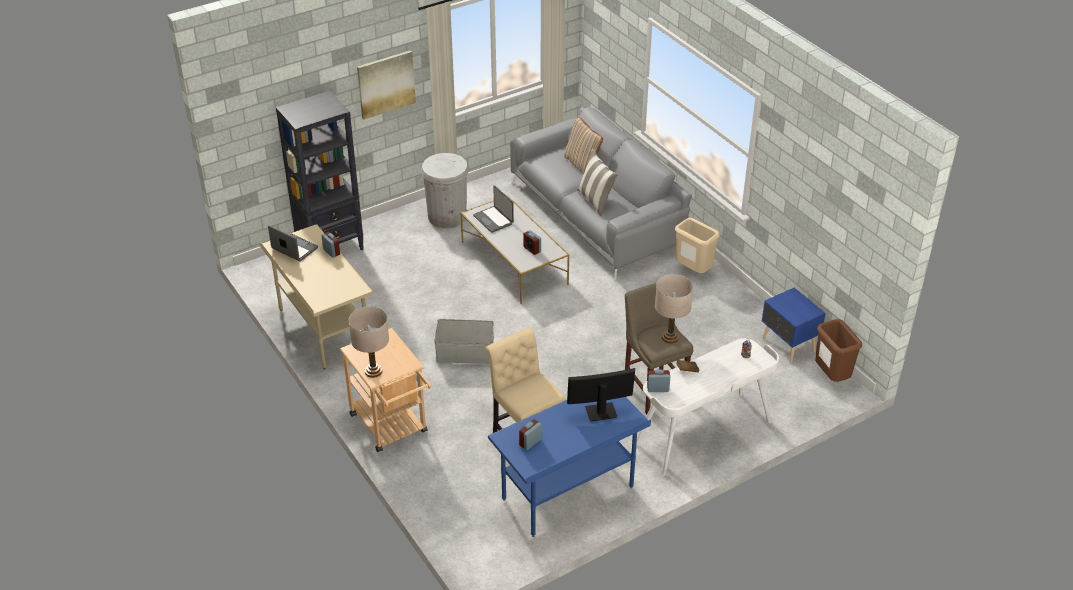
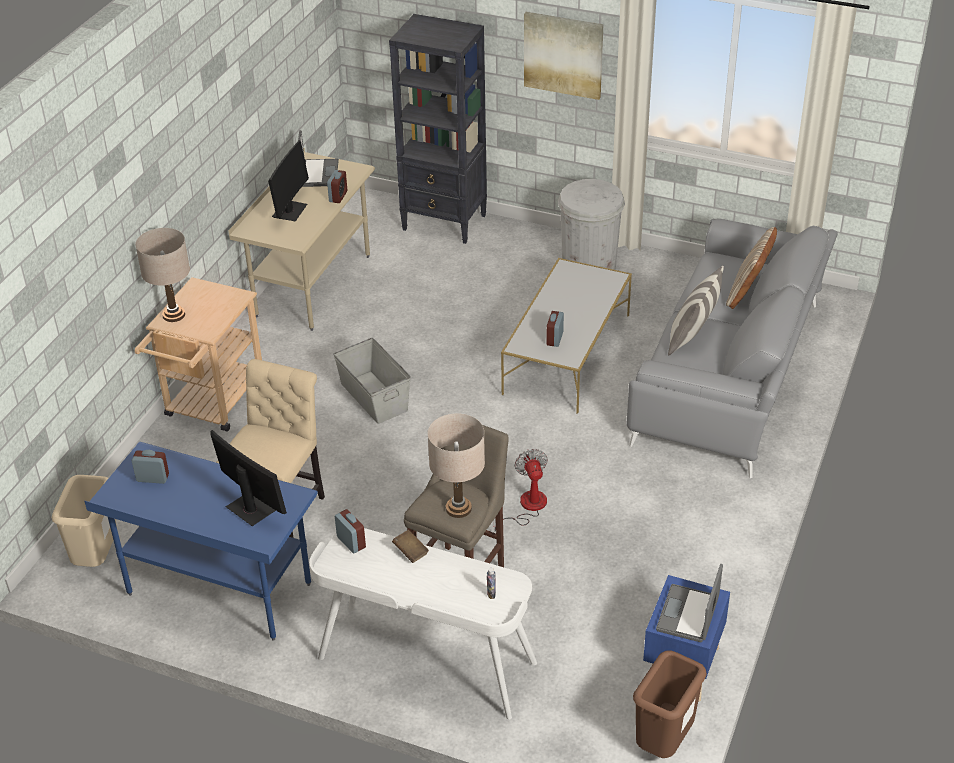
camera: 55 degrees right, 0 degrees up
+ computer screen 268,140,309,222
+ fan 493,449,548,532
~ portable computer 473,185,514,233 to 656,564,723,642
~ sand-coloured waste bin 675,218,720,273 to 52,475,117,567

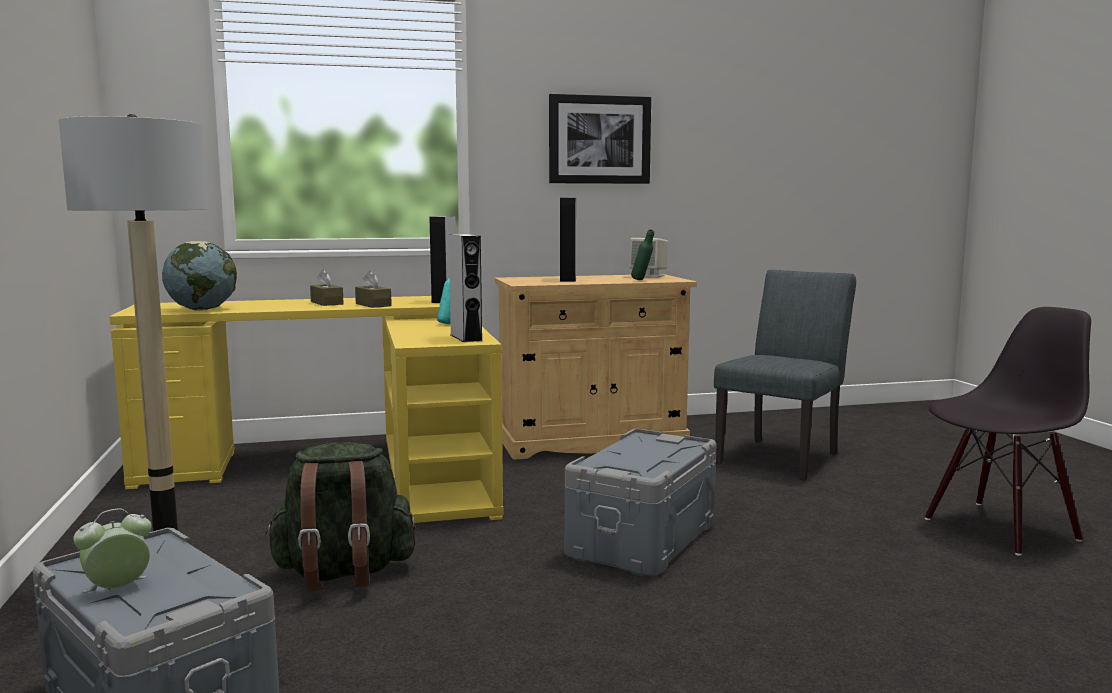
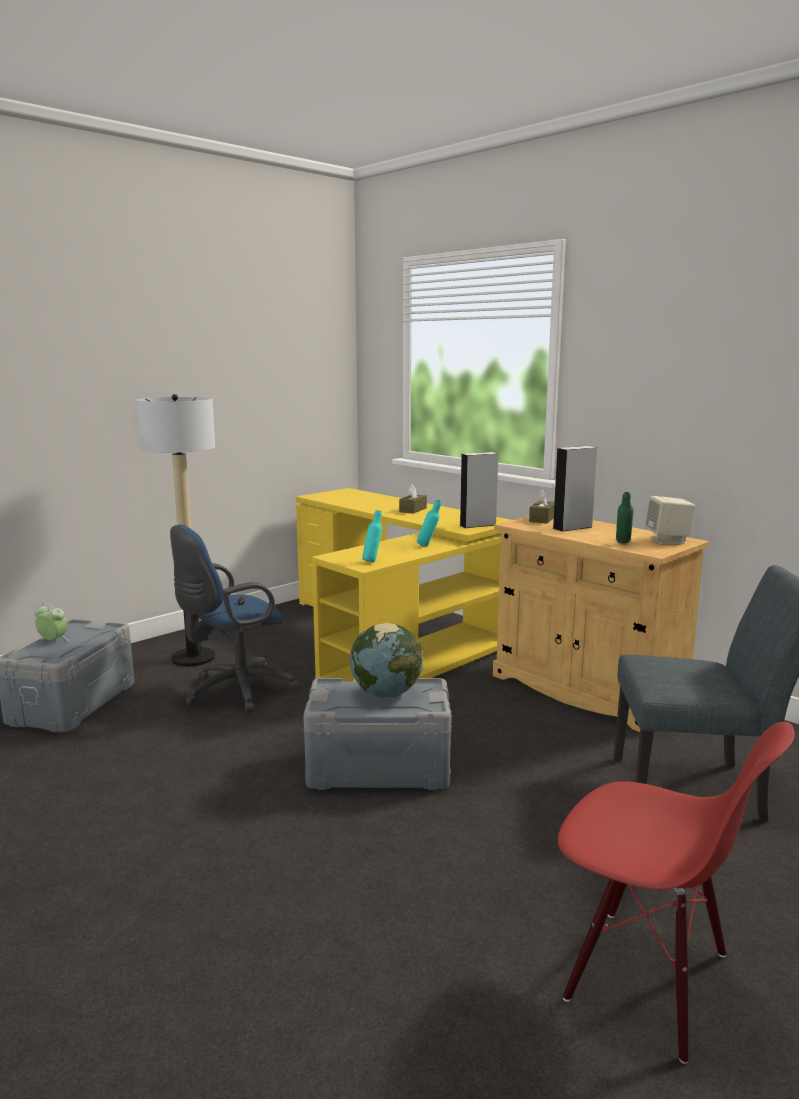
camera: 60 degrees right, 5 degrees up
- picture 549,94,651,184
~ desk globe 162,241,237,311 to 350,623,423,697
~ brown-coloured tissue box 355,271,392,308 to 529,490,555,524
~ greenish rucksack 265,442,416,591 to blue computer chair 170,525,299,713
~ gray audio speaker 449,234,482,342 to turquoise-coloured beverage bottle 362,510,382,562
~ black plain chair 925,307,1091,556 to red-coloured plain chair 558,722,795,1064

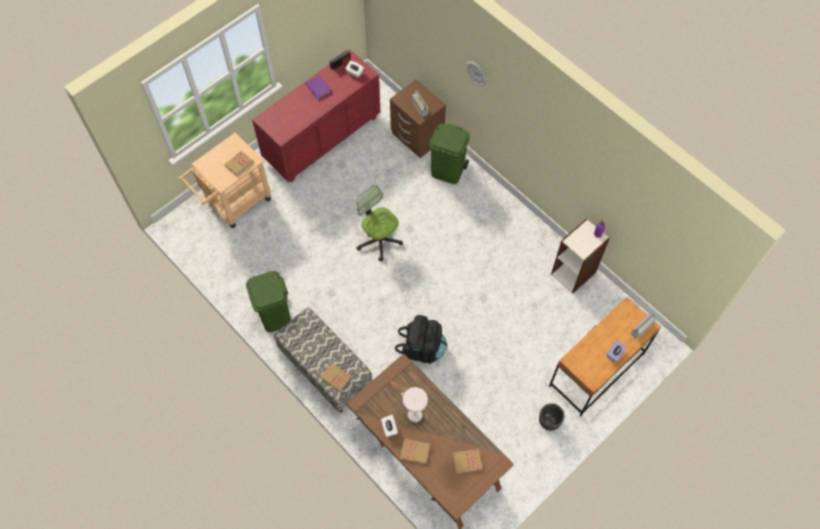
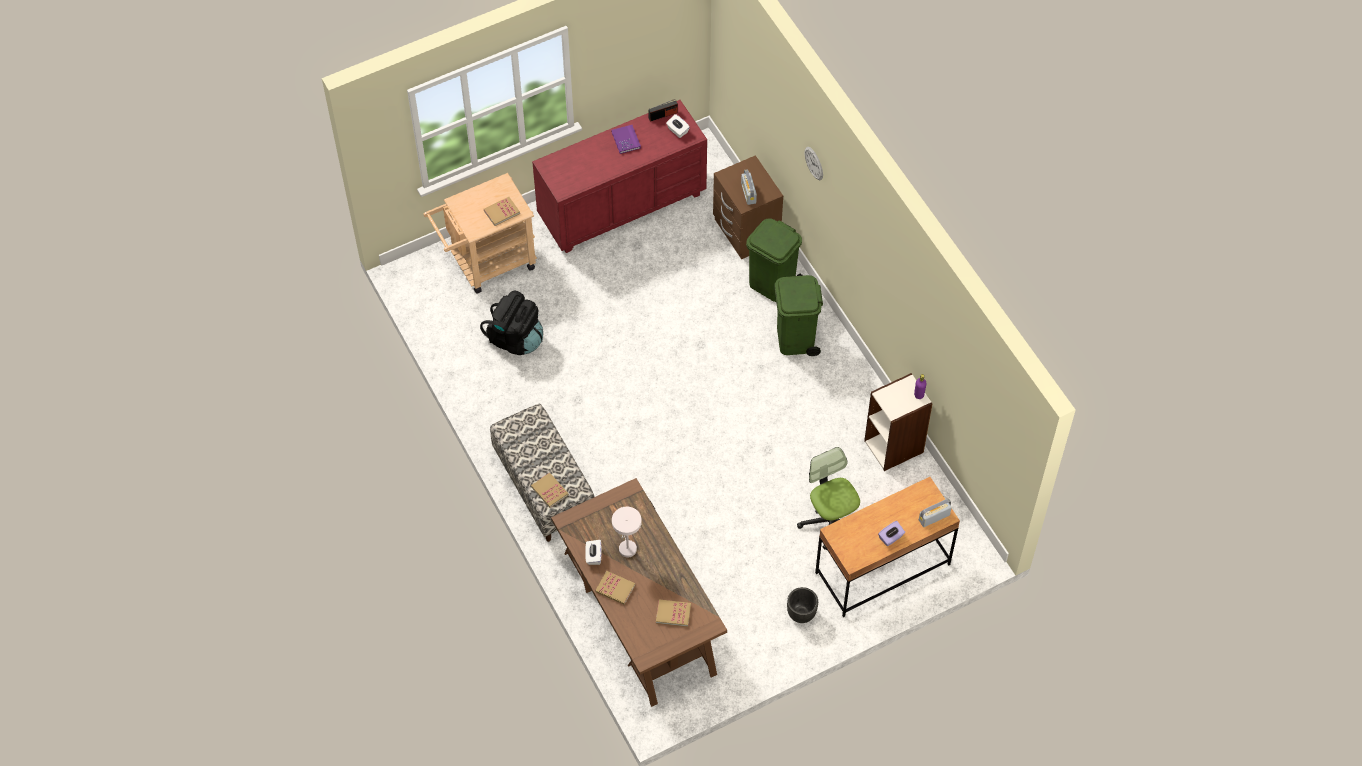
camera: 15 degrees right, 5 degrees down
~ greenish waste bin 246,271,291,332 to 774,275,823,356
~ computer chair 356,185,403,261 to 797,447,860,550
~ black rucksack 395,315,447,364 to 480,291,543,355

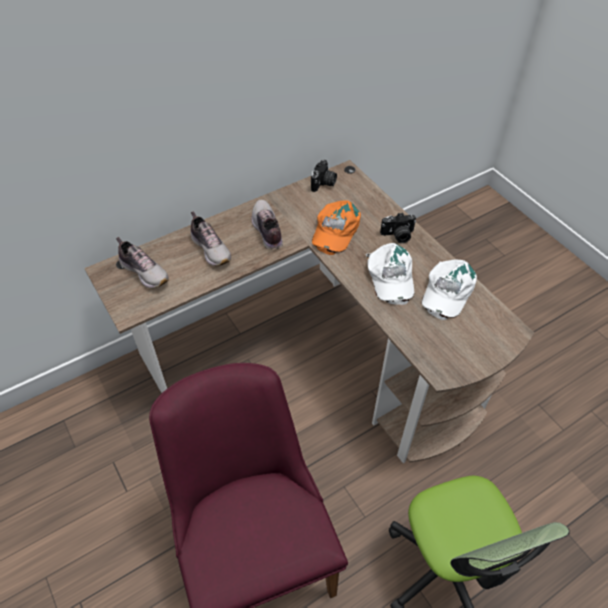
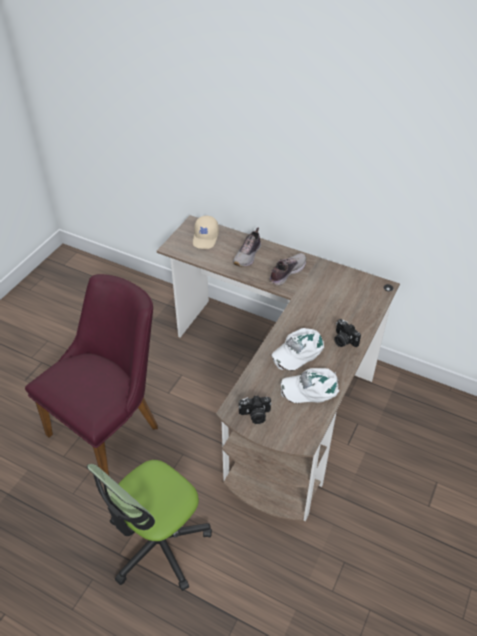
camera: 60 degrees right, 5 degrees down
- orangey cap 312,200,361,255
~ photo camera 311,160,337,192 to 239,396,272,424
~ shoe 116,237,169,289 to sand-coloured cap 193,216,219,249

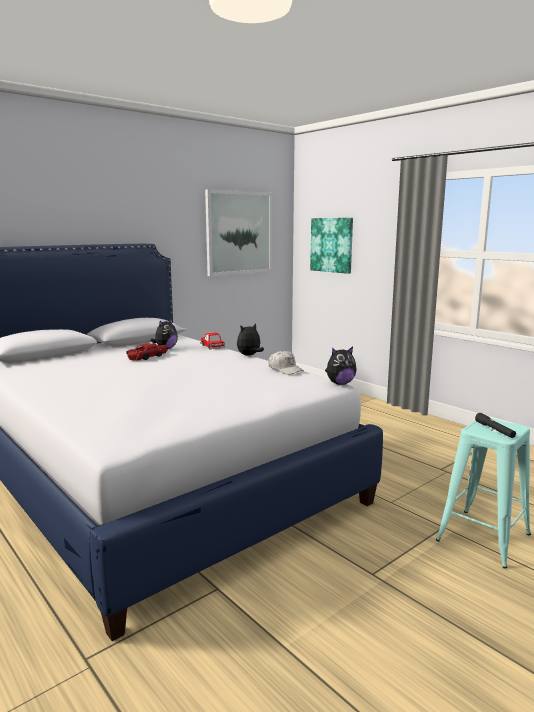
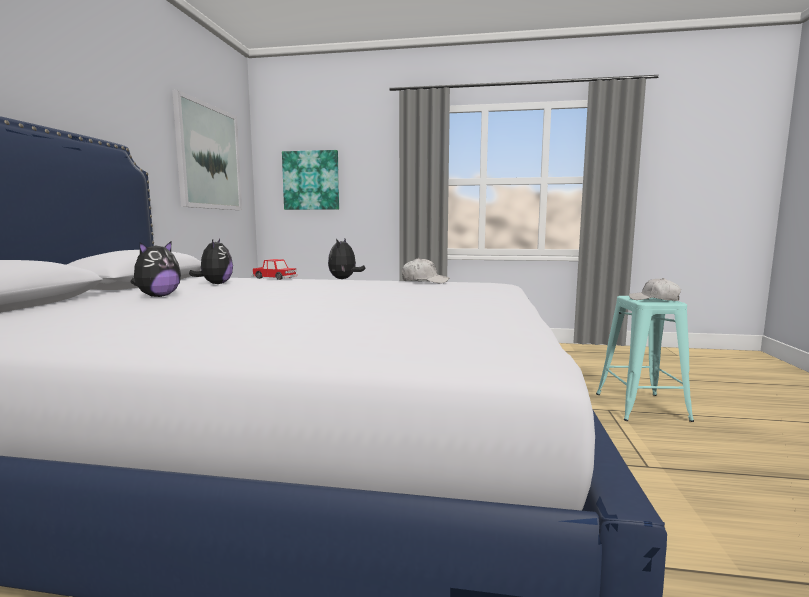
camera: 40 degrees left, 5 degrees down
- red-coloured toy car 126,343,168,361
~ soft toy 325,346,357,385 to 130,242,181,297
~ black flashlight 475,413,516,438 to white-coloured cap 629,278,681,301

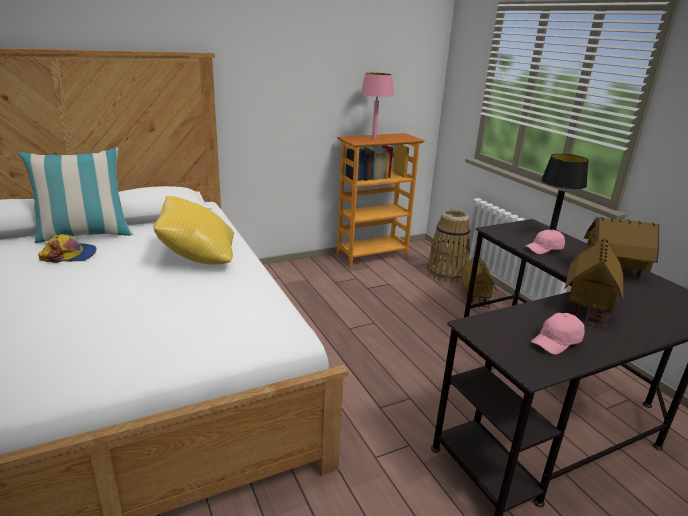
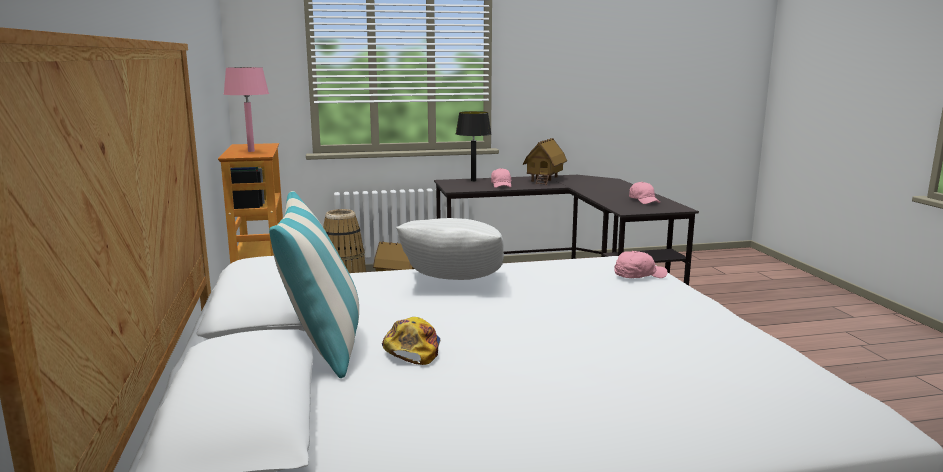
camera: 75 degrees left, 10 degrees down
- toy house 565,239,623,330
+ pinkish cap 614,251,668,278
~ yellow pillow 153,196,234,265 to white-coloured pillow 396,218,504,280

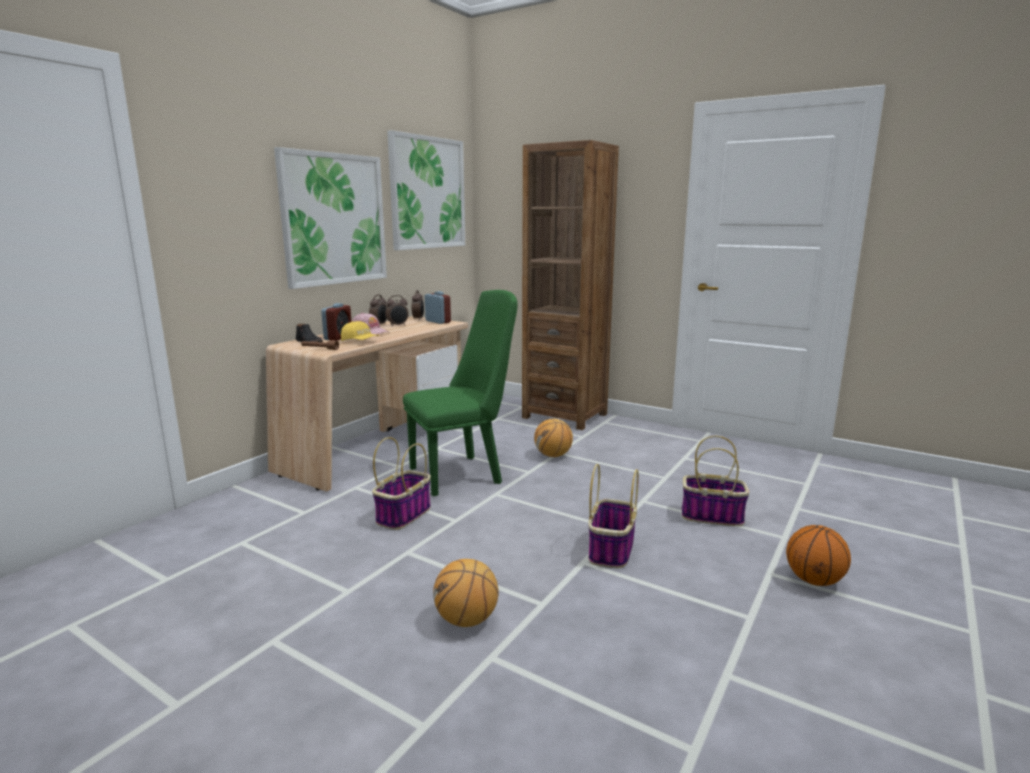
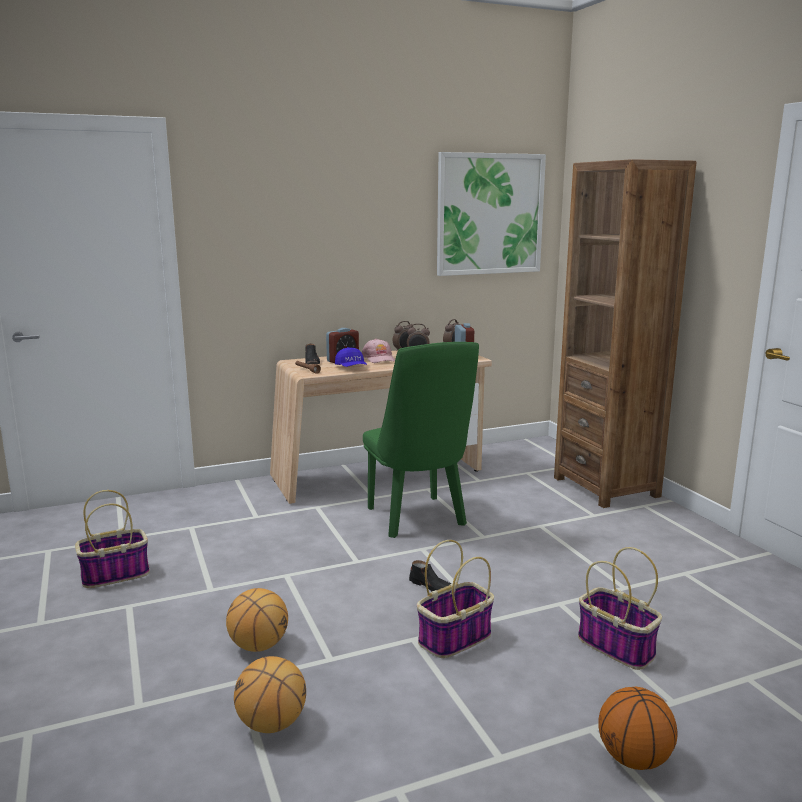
camera: 35 degrees right, 0 degrees up
- picture 274,147,387,289
+ black shoe 409,560,451,591
~ storage basket 372,437,431,530 to 75,490,150,588
~ basketball 534,419,573,457 to 234,656,306,733
~ yellow cap 341,321,379,341 to blue cap 335,347,367,367
~ greenish plain chair 403,290,518,496 = 363,342,479,538 60 degrees clockwise

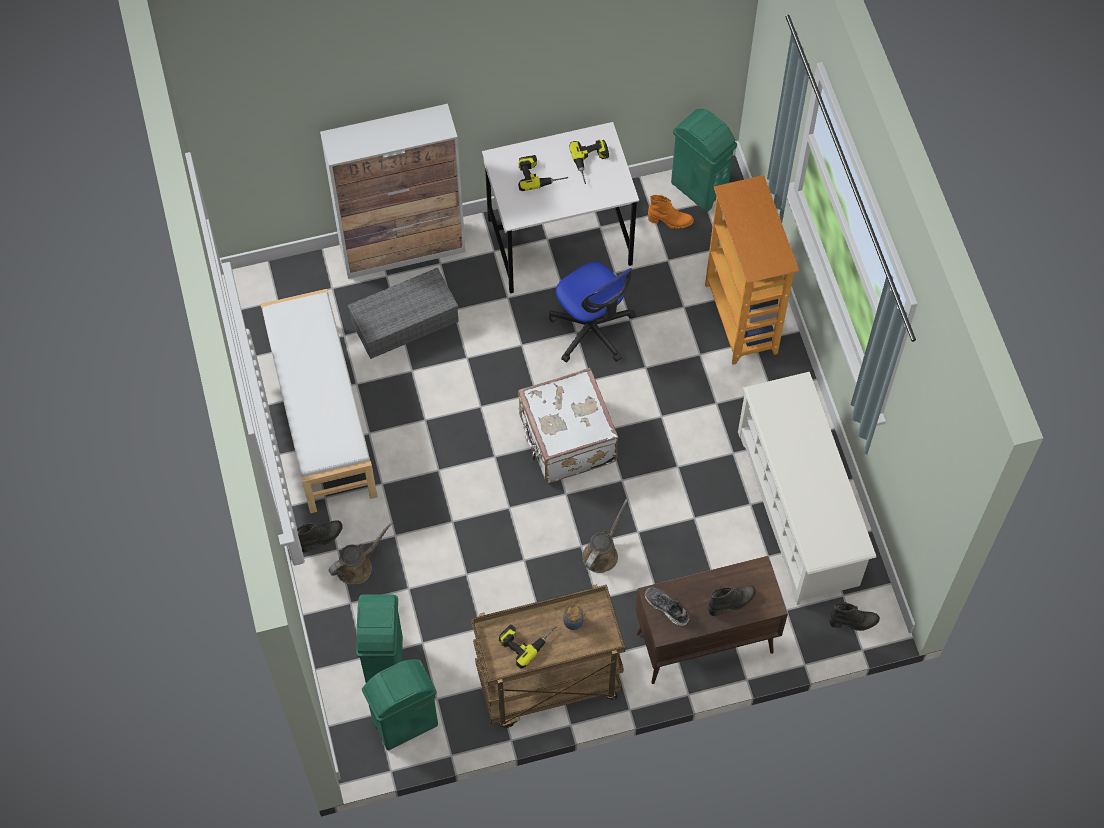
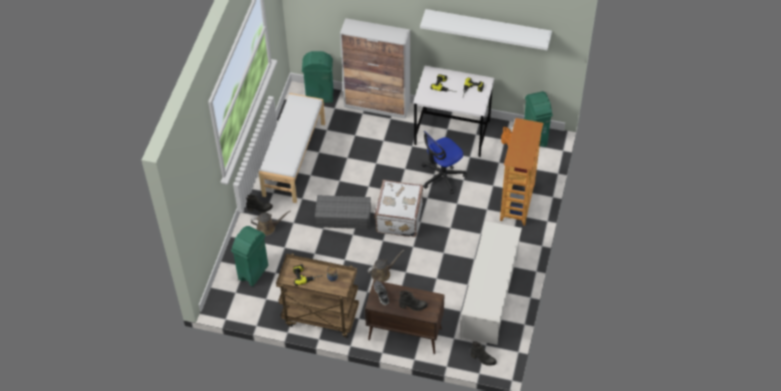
camera: 30 degrees right, 10 degrees down
+ white-coloured shelf 420,9,552,50
~ gray storage bin 347,268,459,359 to 315,195,371,229
~ greenish waste bin 362,659,438,751 to 302,51,334,103
~ computer chair 549,262,636,363 = 422,131,467,194 60 degrees clockwise

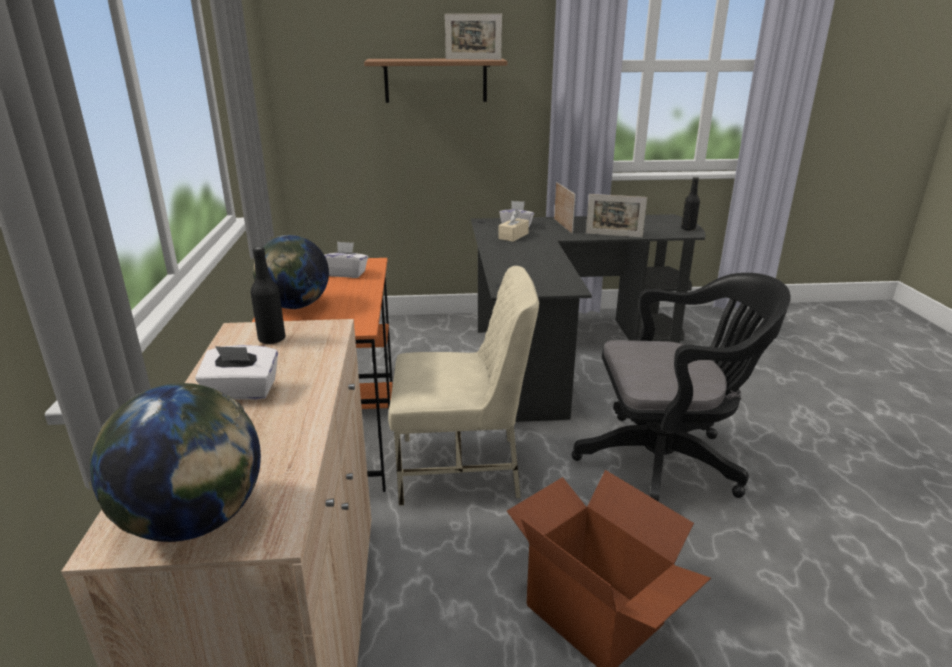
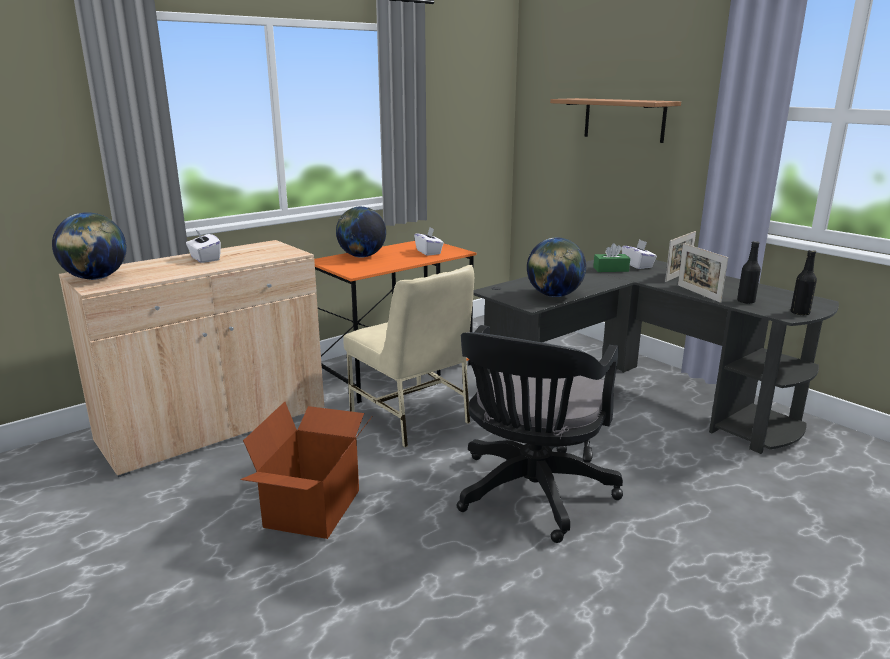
camera: 55 degrees right, 5 degrees down
- picture frame 445,14,502,60
+ desk globe 527,237,586,297
~ black beverage bottle 251,247,285,344 to 737,241,761,304
~ sand-coloured tissue box 498,209,529,242 to greenish tissue box 593,243,630,272
~ black computer chair 571,273,791,502 = 457,325,623,543 60 degrees clockwise

